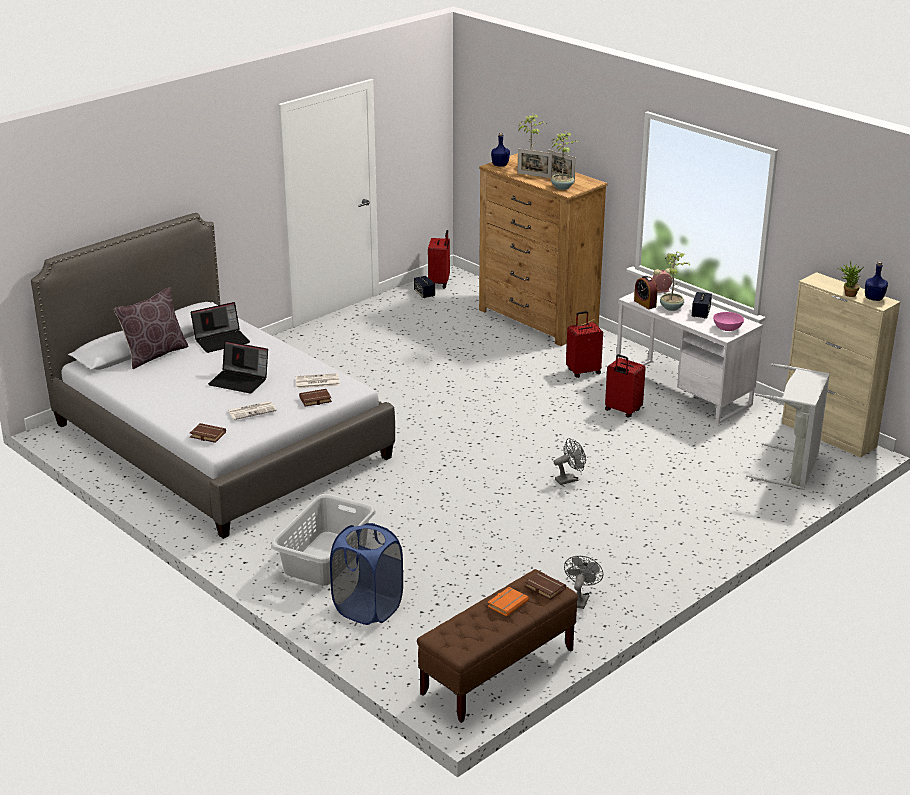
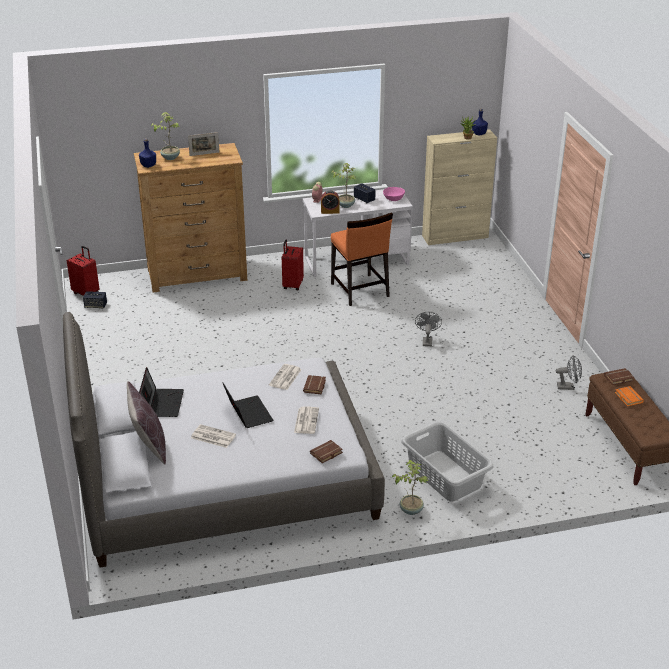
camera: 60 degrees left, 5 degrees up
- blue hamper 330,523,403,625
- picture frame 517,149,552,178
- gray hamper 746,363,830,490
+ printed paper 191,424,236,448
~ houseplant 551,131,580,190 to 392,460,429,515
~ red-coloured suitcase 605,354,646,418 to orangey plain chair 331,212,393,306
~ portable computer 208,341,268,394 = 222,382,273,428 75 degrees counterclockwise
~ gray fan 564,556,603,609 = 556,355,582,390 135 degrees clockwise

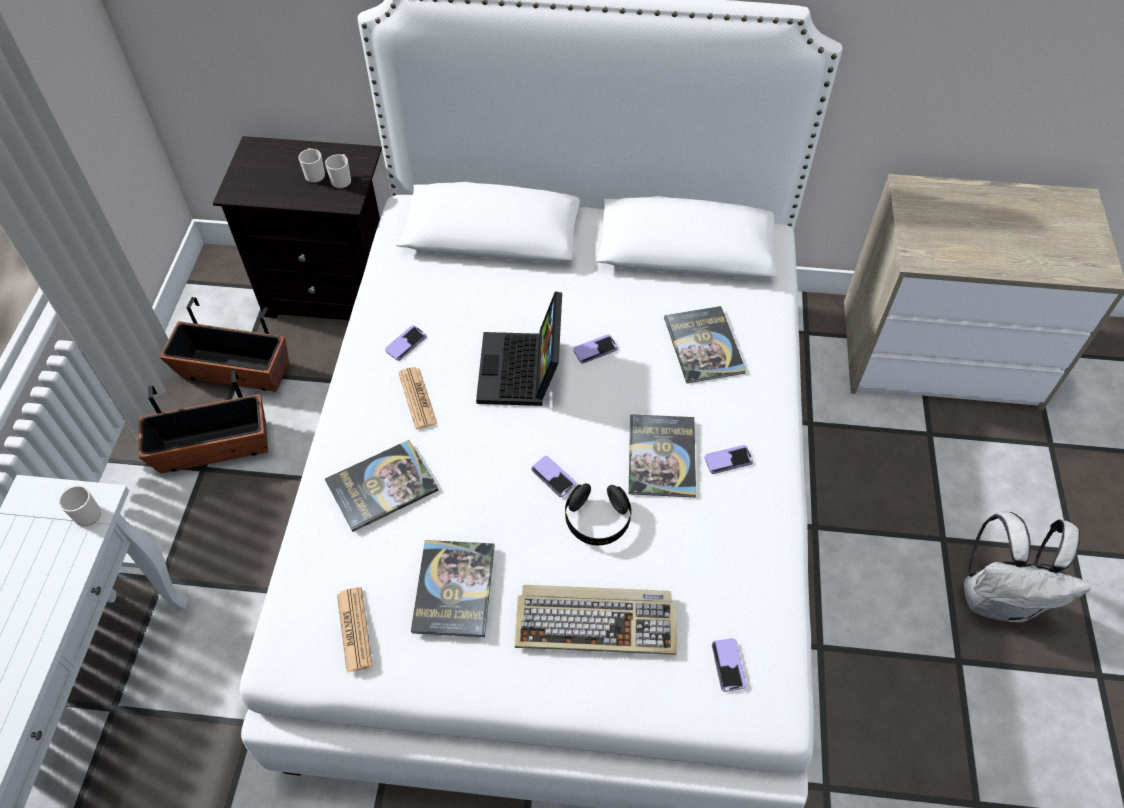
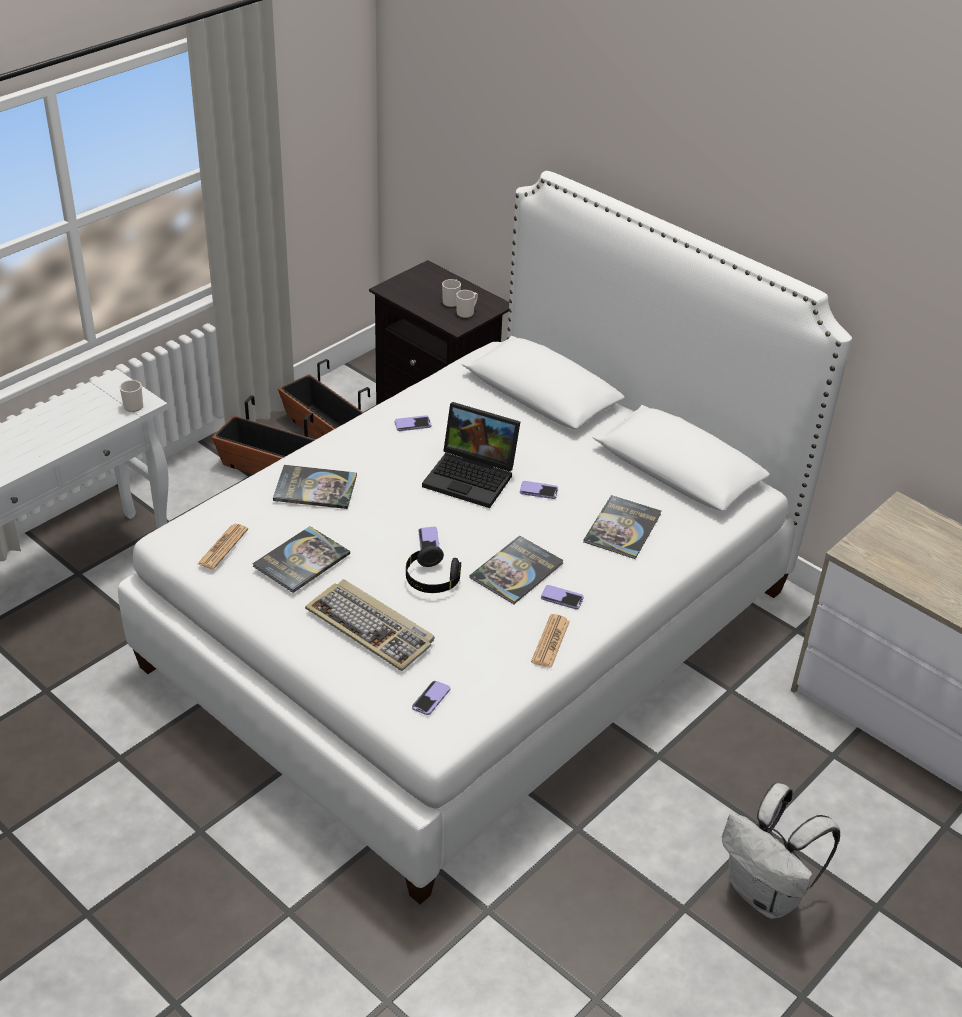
camera: 35 degrees right, 15 degrees down
~ printed paper 398,367,437,429 to 531,614,570,668
~ portable computer 476,291,562,406 = 422,402,520,508 105 degrees counterclockwise

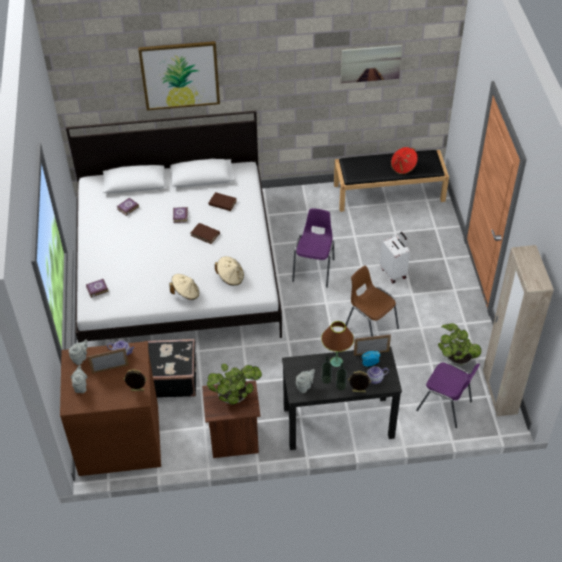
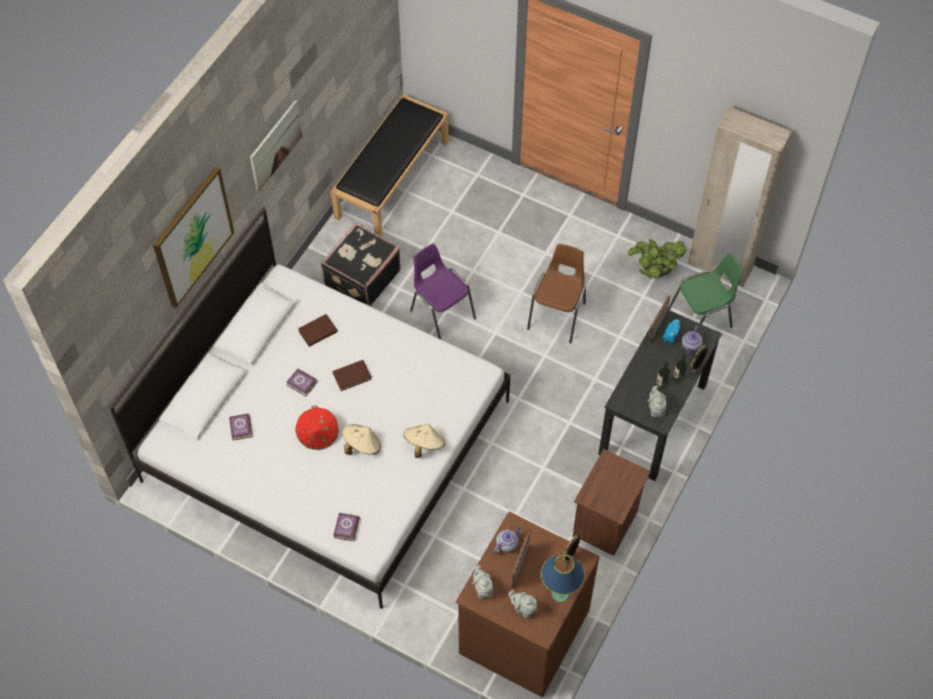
camera: 55 degrees left, 10 degrees up
- houseplant 207,364,262,405
- brown-coloured lamp for a table 321,321,354,367
- white-coloured suitcase 380,232,410,283
+ blue lamp for a table 541,554,585,602
~ black suitcase 144,339,196,398 to 321,222,401,306
~ sand-coloured clothing hat 215,256,244,286 to 342,424,381,455
~ picture 341,45,402,84 to 250,100,302,192
~ red-coloured clothing hat 391,147,418,175 to 295,405,339,450
~ purple plain chair 416,362,480,428 to greenish plain chair 668,253,743,328
~ brown-coloured plain chair 345,266,399,337 = 527,244,586,343 120 degrees clockwise

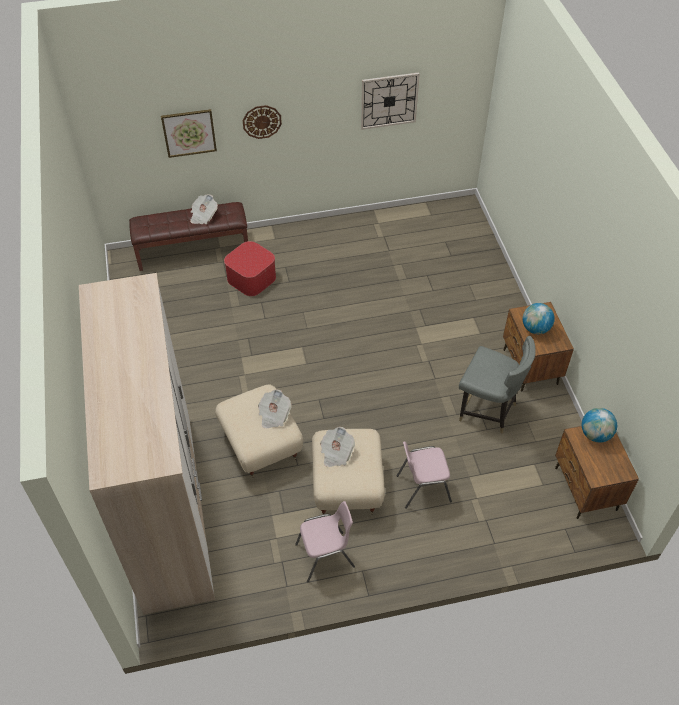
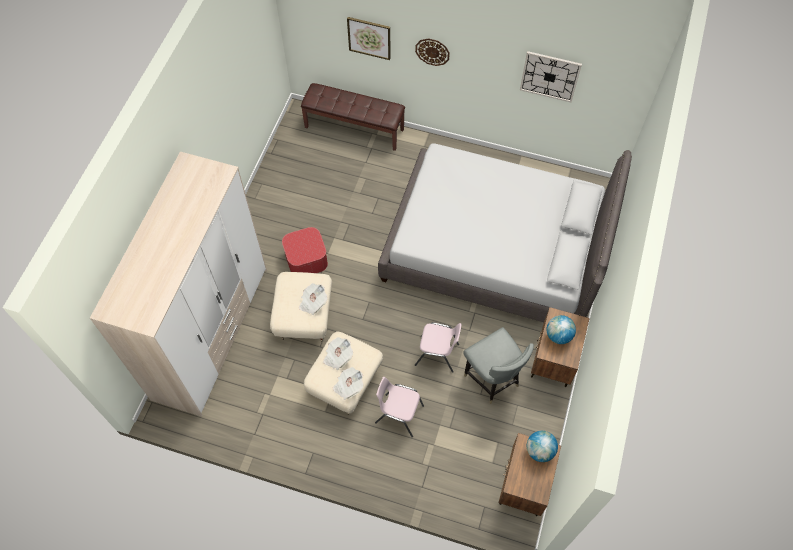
camera: 30 degrees right, 10 degrees up
+ gray sleeping bed 378,143,632,322
~ printed paper 190,194,218,224 to 333,367,364,400
~ footrest 224,241,276,296 to 282,227,328,273
~ pinkish plain chair 295,501,355,583 to 415,322,462,373

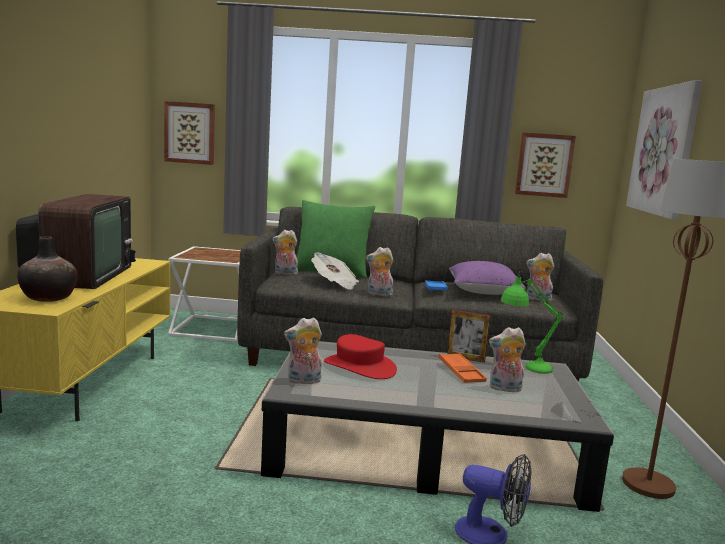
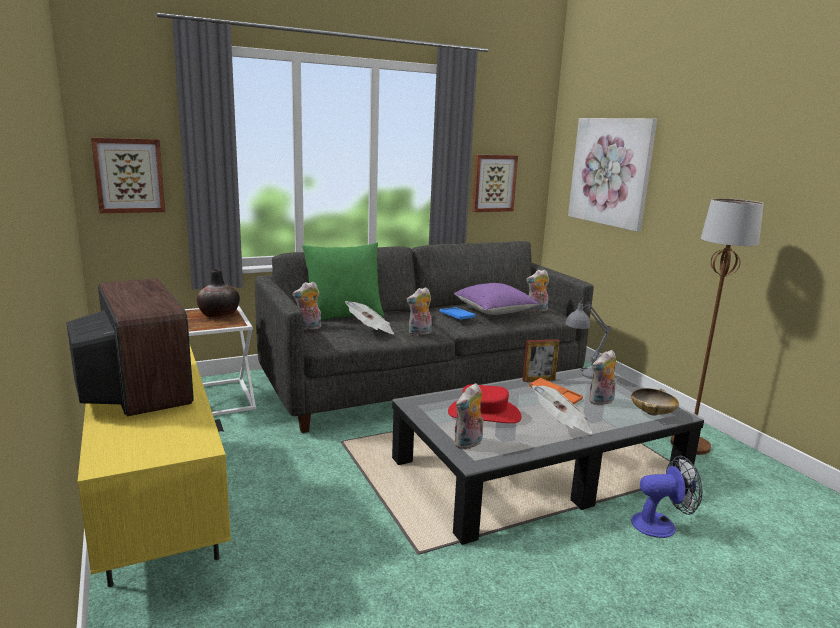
camera: 30 degrees left, 5 degrees up
+ printed paper 532,385,593,434
+ sand-coloured bowl 631,388,679,416
~ flower vase 17,236,78,302 to 197,269,240,318
~ greenish lamp for a table 500,271,563,374 to gray lamp for a table 565,298,611,379

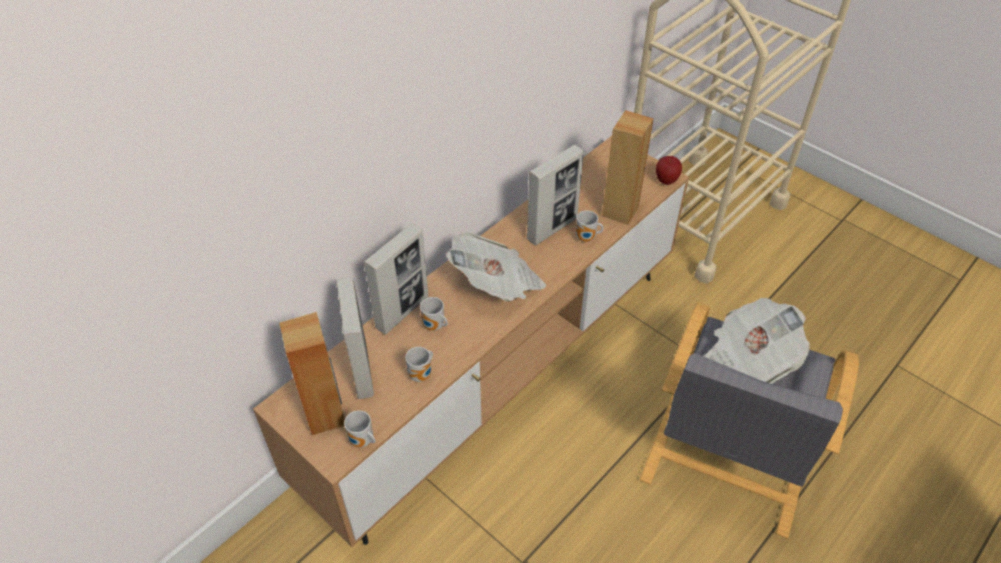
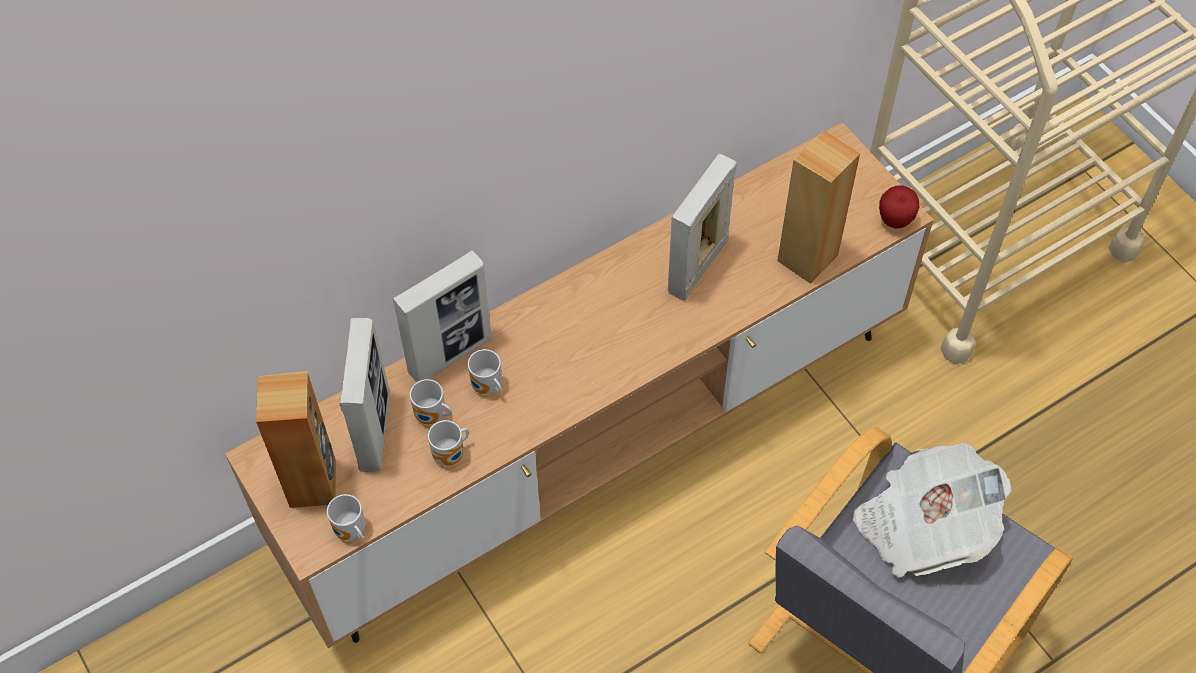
camera: 15 degrees right, 10 degrees up
- printed paper 446,233,546,302
~ coffee mug 576,210,604,242 to 410,379,452,425
~ picture frame 527,145,584,245 = 668,154,737,301 150 degrees clockwise

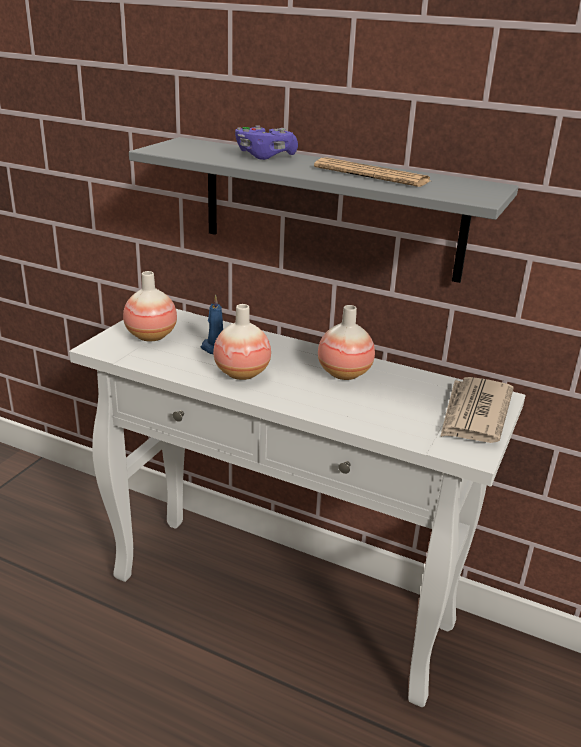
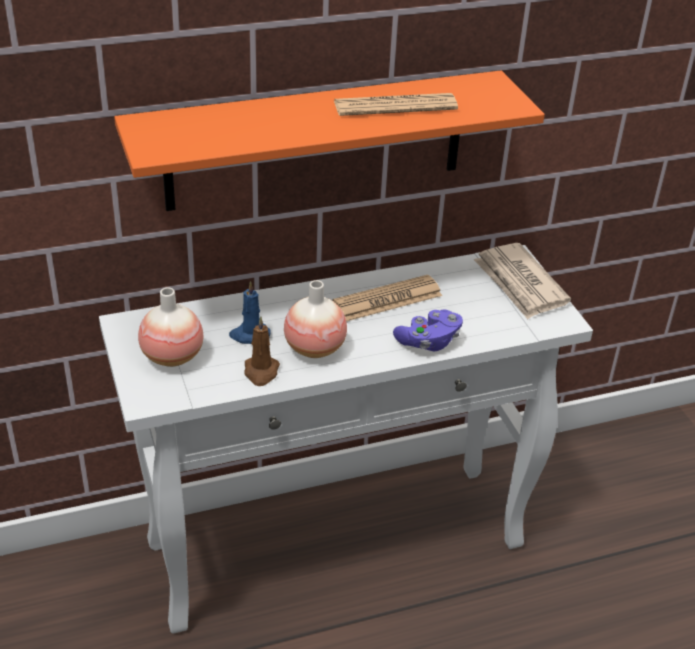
camera: 45 degrees left, 10 degrees up
+ brown-coloured wax light 244,316,280,386
~ purple game controller 235,125,298,160 to 393,309,463,351
~ flower vase 318,305,375,380 to printed paper 332,275,442,321
~ gray shelf 129,137,518,283 to orangey shelf 114,70,545,211

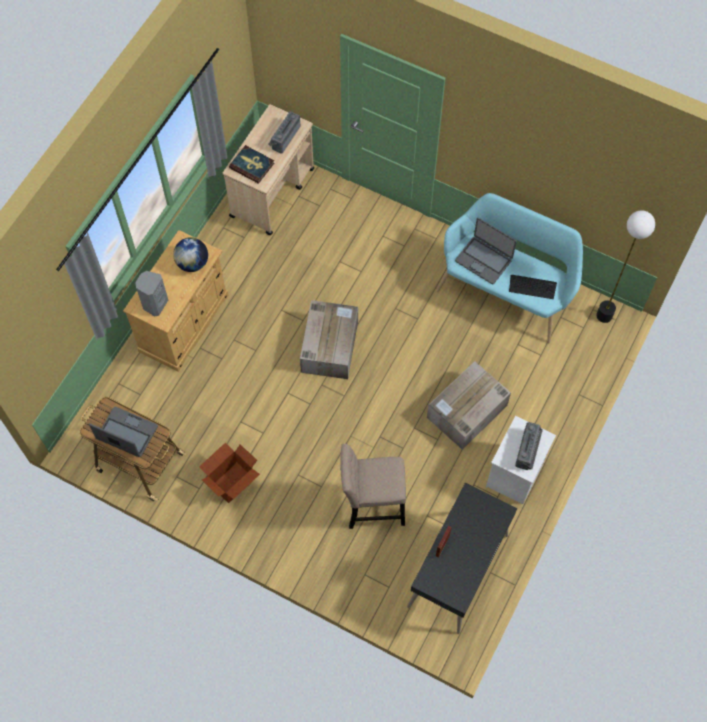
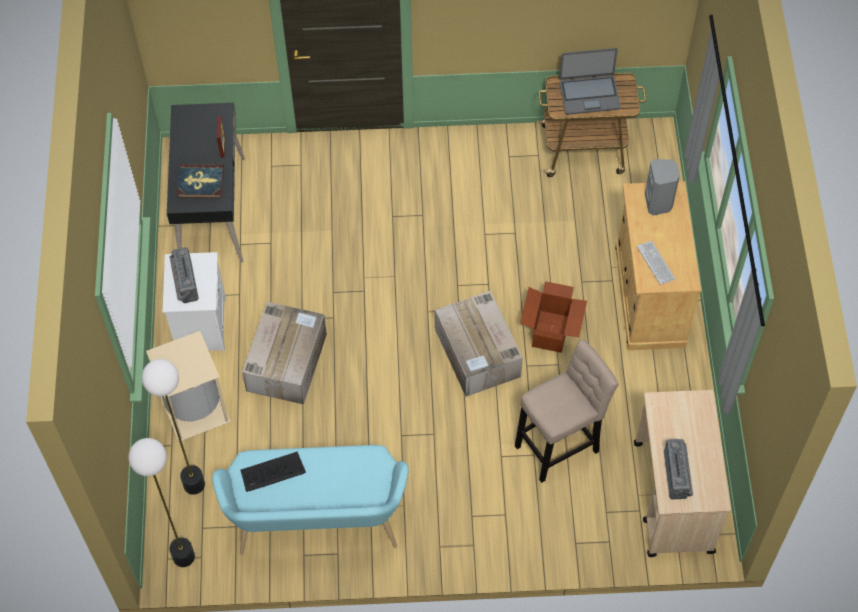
camera: 150 degrees right, 5 degrees down
- portable computer 455,218,517,285
+ standard lamp 142,359,205,495
+ sand-coloured waste bin 146,331,231,442
~ packing box 199,443,260,503 to 520,281,587,353
~ volume 229,145,274,184 to 176,164,224,198
~ sand-coloured stool seat 340,444,406,529 to 515,339,619,483
~ desk globe 173,237,208,272 to PC keyboard 637,241,675,285

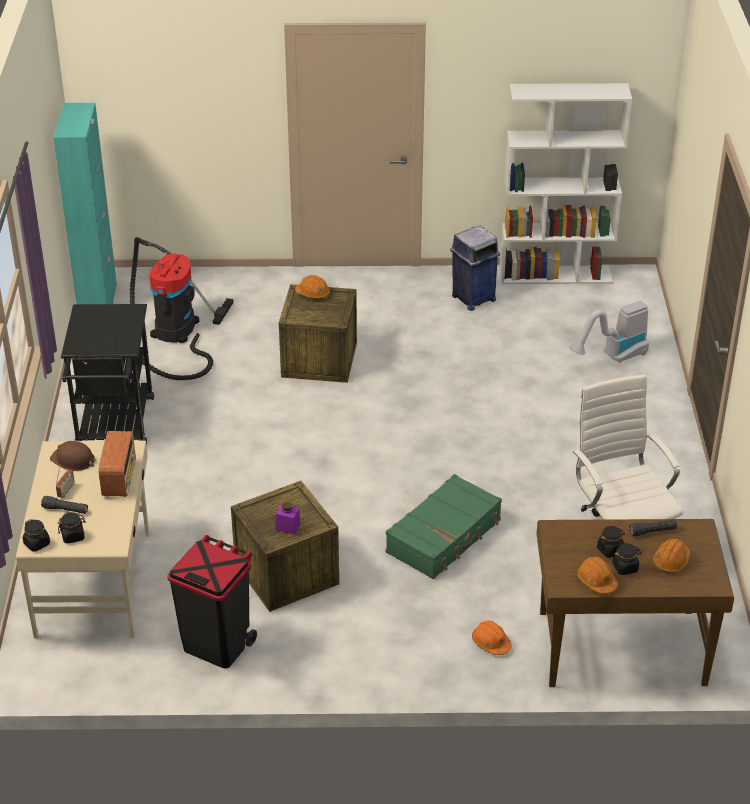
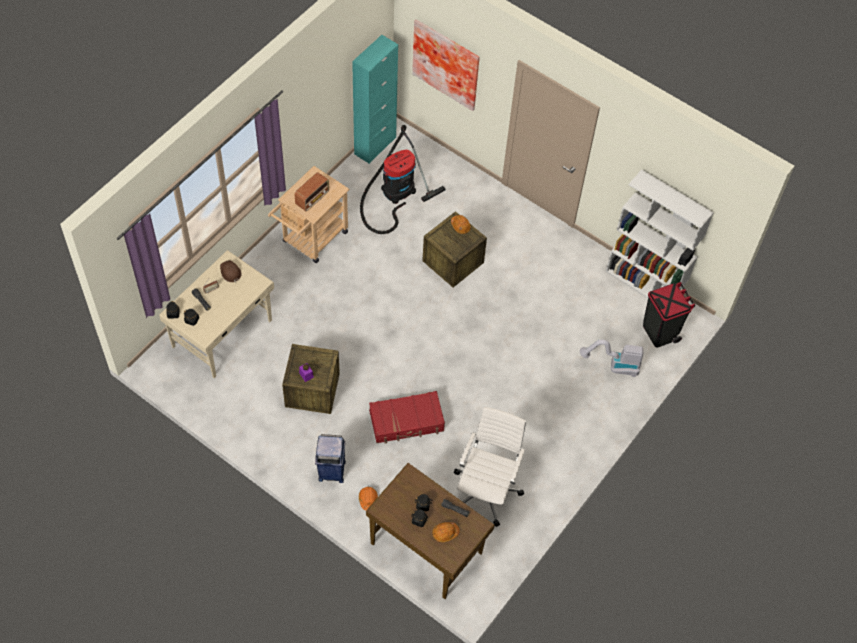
camera: 35 degrees right, 20 degrees up
- orangey work helmet 577,556,618,594
+ picture 412,19,480,111
~ radio receiver 99,431,136,497 to 295,172,329,211
~ black waste bin 167,534,257,669 to 643,282,695,348
~ blue waste bin 450,226,500,311 to 315,434,346,483
~ black cart 61,304,154,445 to sand-coloured cart 268,166,350,263
~ greenish suitcase 386,474,502,579 to red-coloured suitcase 369,391,445,444

